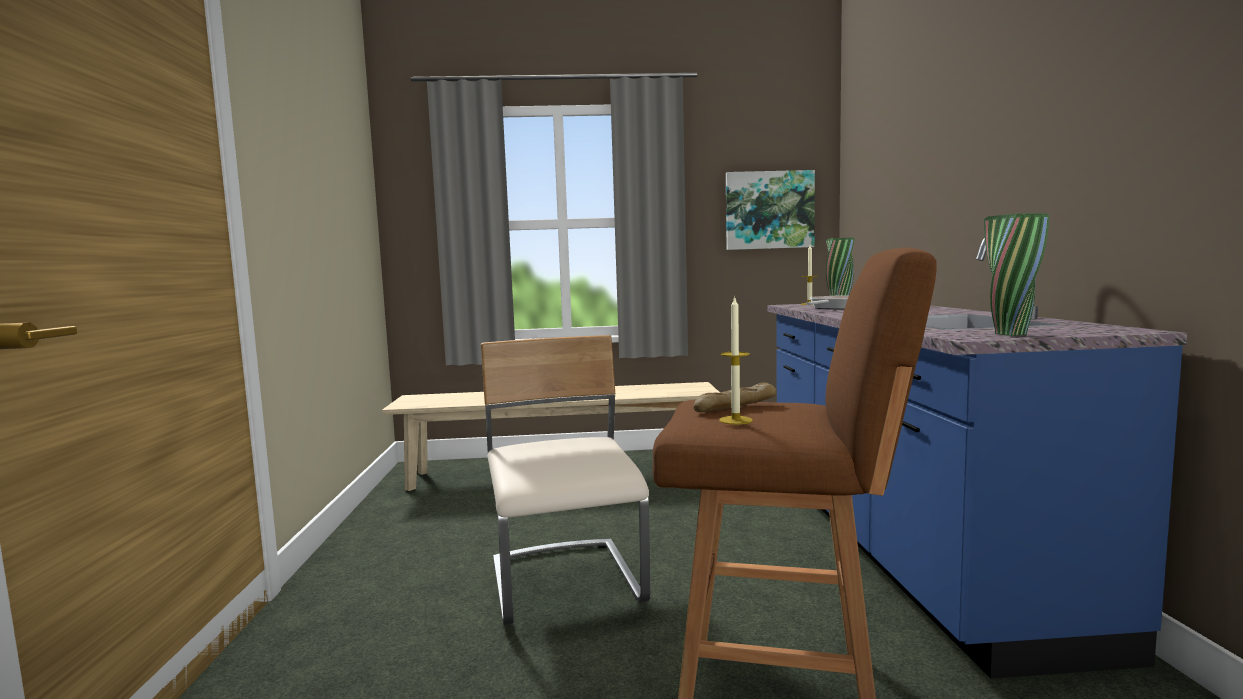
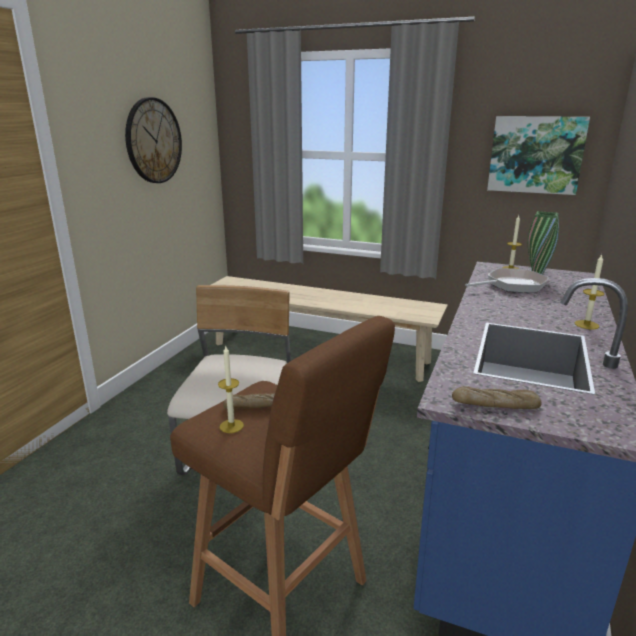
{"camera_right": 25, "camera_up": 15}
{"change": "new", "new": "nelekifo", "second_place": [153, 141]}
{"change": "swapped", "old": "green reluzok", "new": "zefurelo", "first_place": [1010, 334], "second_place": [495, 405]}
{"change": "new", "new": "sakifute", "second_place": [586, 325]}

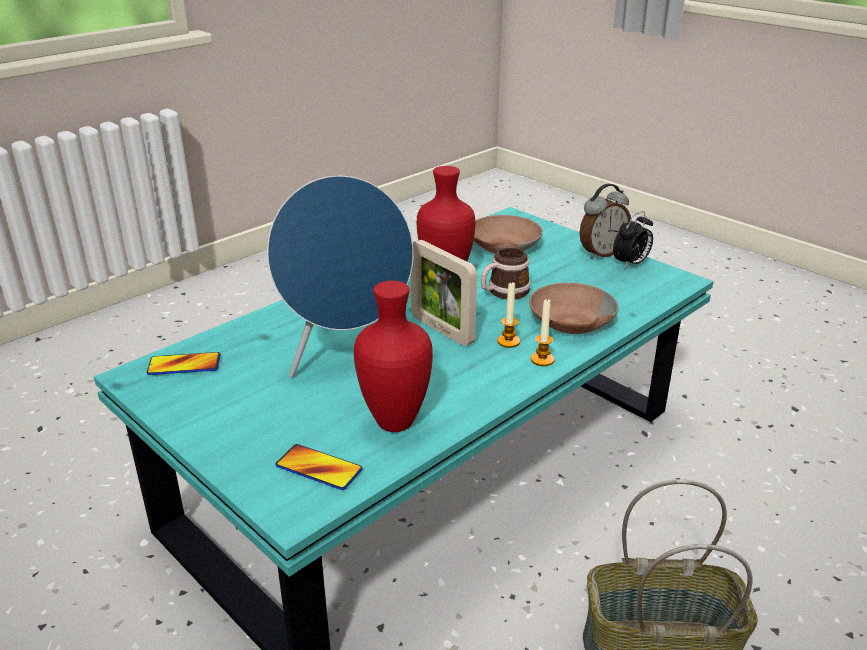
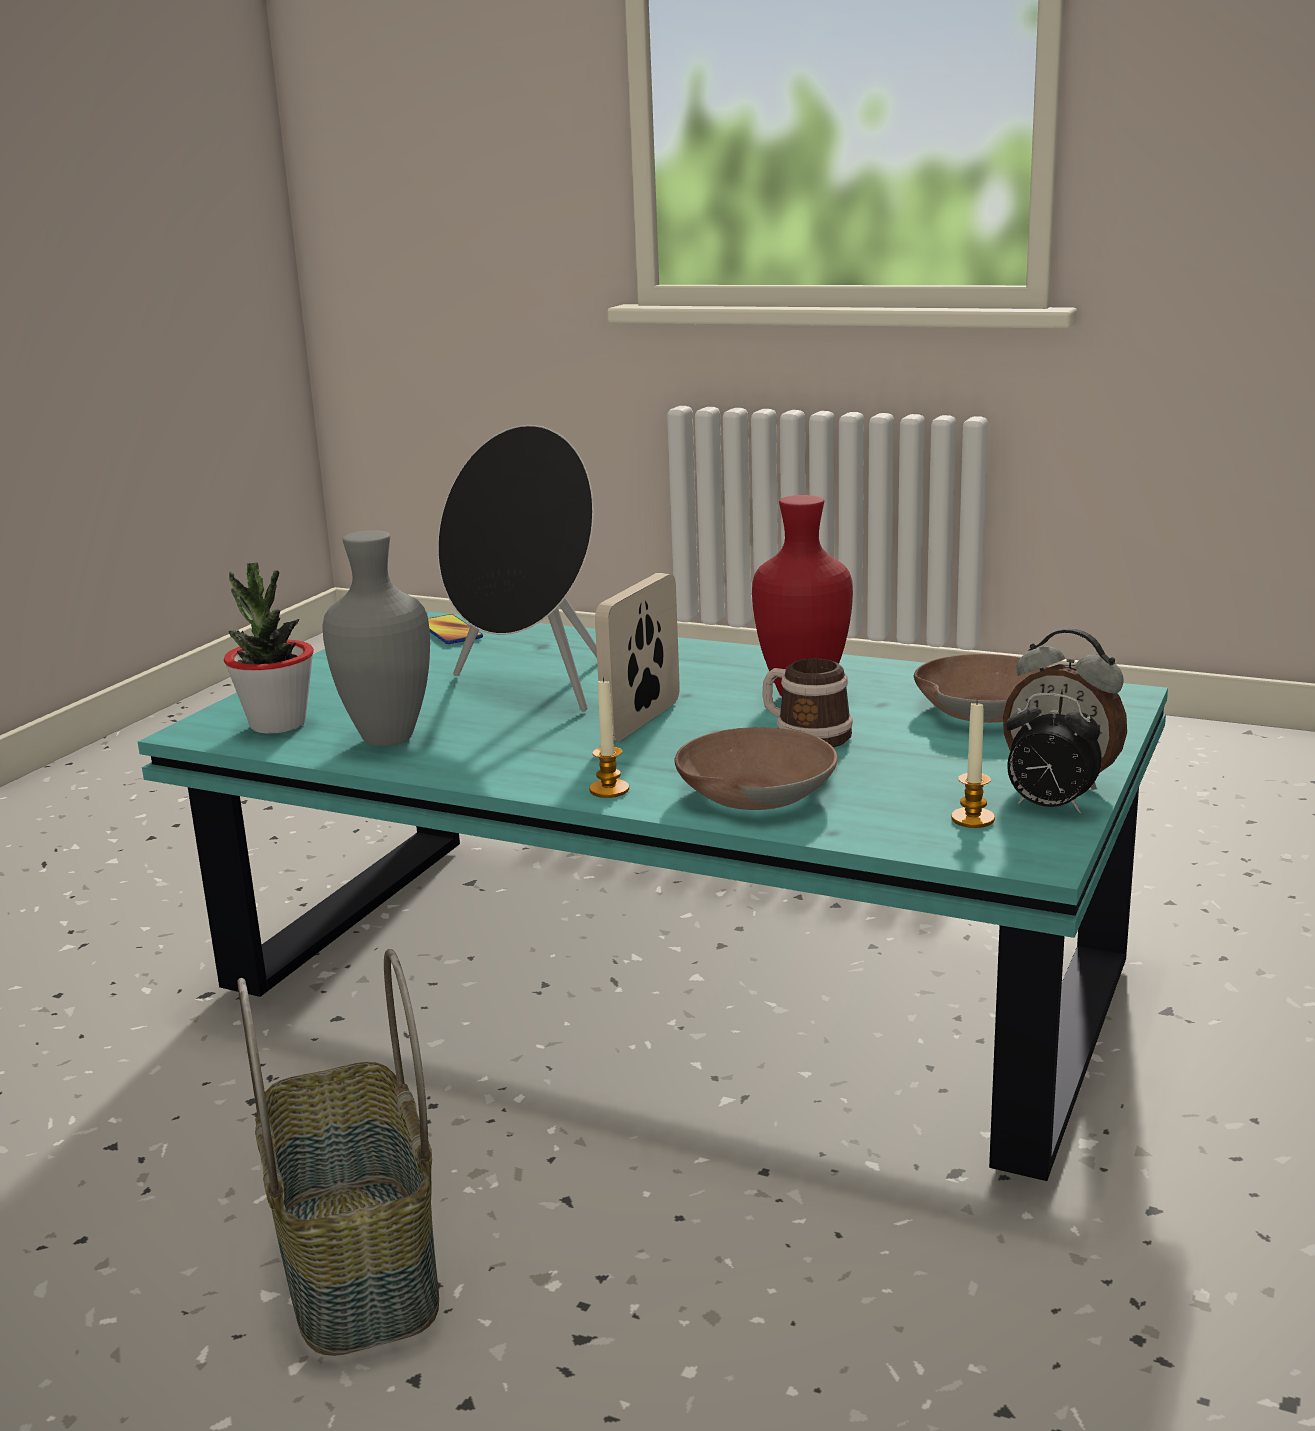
{"camera_right": 70, "camera_up": -10}
{"change": "swapped", "old": "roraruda", "new": "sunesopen", "first_place": [319, 468], "second_place": [278, 724]}
{"change": "repainted", "old": "red reluzok", "new": "grey reluzok", "first_place": [397, 422], "second_place": [390, 739]}
{"change": "repainted", "old": "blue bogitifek", "new": "black bogitifek", "first_place": [347, 353], "second_place": [533, 687]}
{"change": "shifted", "old": "sakifute", "first_place": [508, 341], "second_place": [972, 819]}

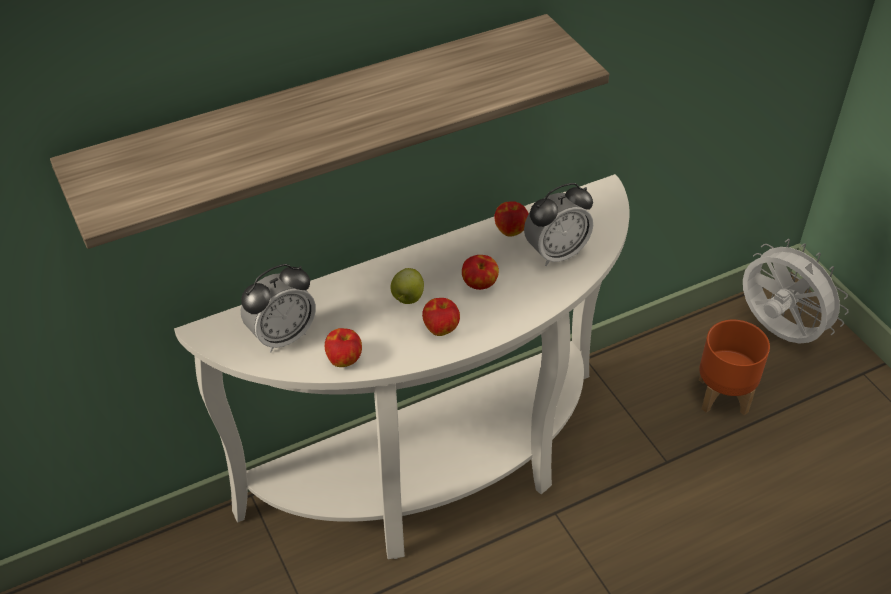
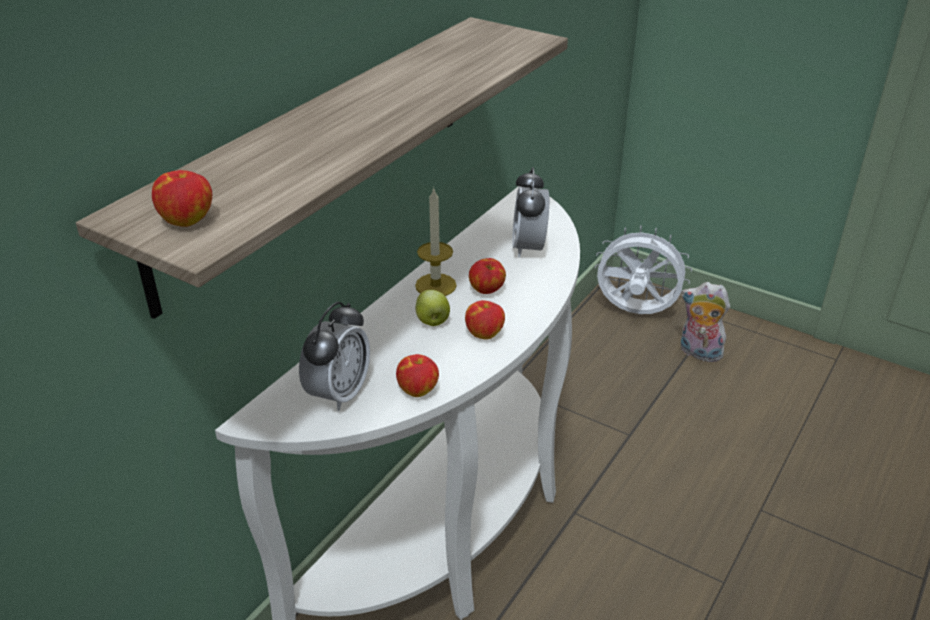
{"camera_right": -30, "camera_up": -10}
{"change": "shifted", "old": "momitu", "first_place": [511, 230], "second_place": [187, 220]}
{"change": "new", "new": "sakifute", "second_place": [435, 285]}
{"change": "rotated", "old": "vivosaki", "first_place": [556, 253], "second_place": [529, 248], "degrees": 150}
{"change": "new", "new": "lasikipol", "second_place": [698, 353]}
{"change": "gone", "old": "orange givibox", "first_place": [722, 395]}

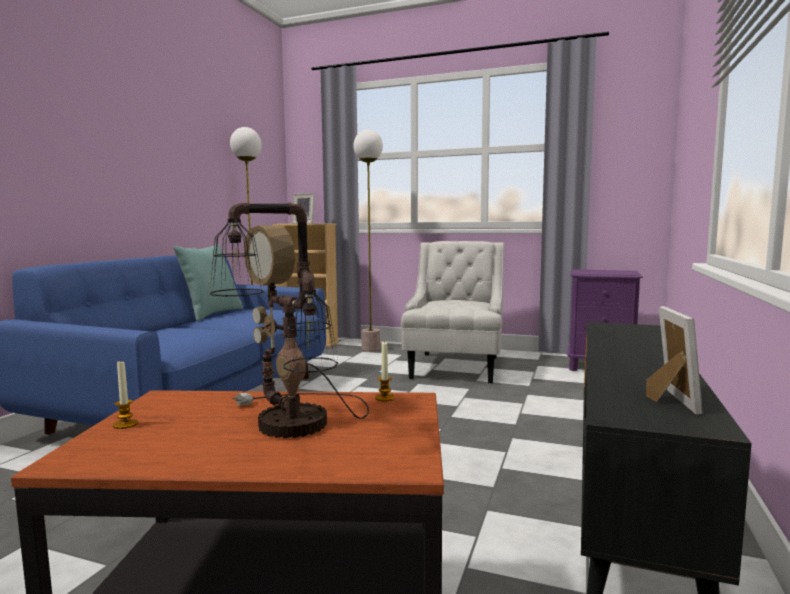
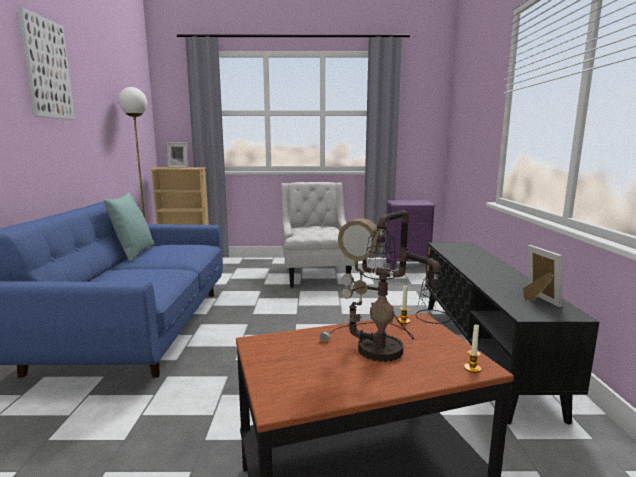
{"camera_right": -20, "camera_up": 5}
{"change": "new", "new": "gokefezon", "second_place": [47, 68]}
{"change": "shifted", "old": "sakifute", "first_place": [125, 424], "second_place": [472, 368]}
{"change": "gone", "old": "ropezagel", "first_place": [371, 349]}

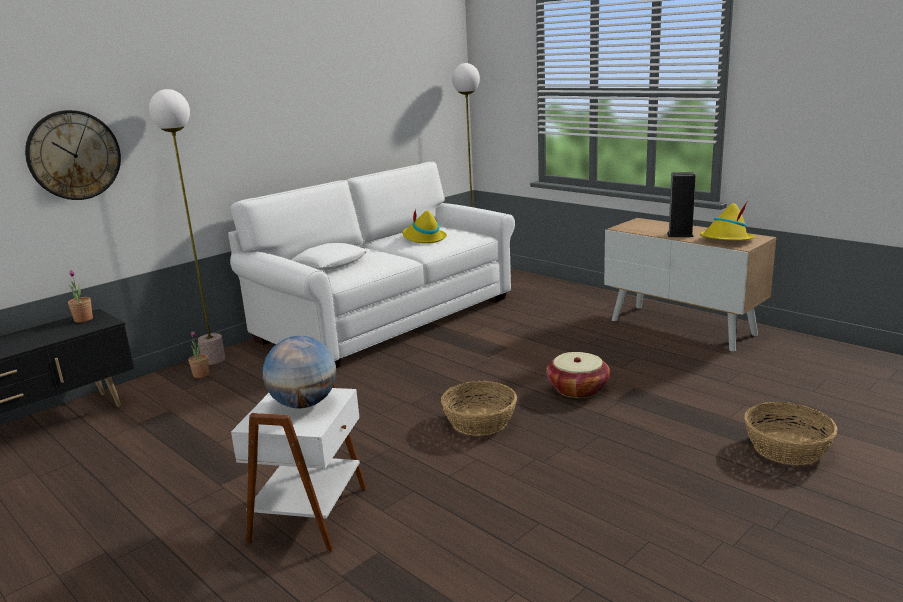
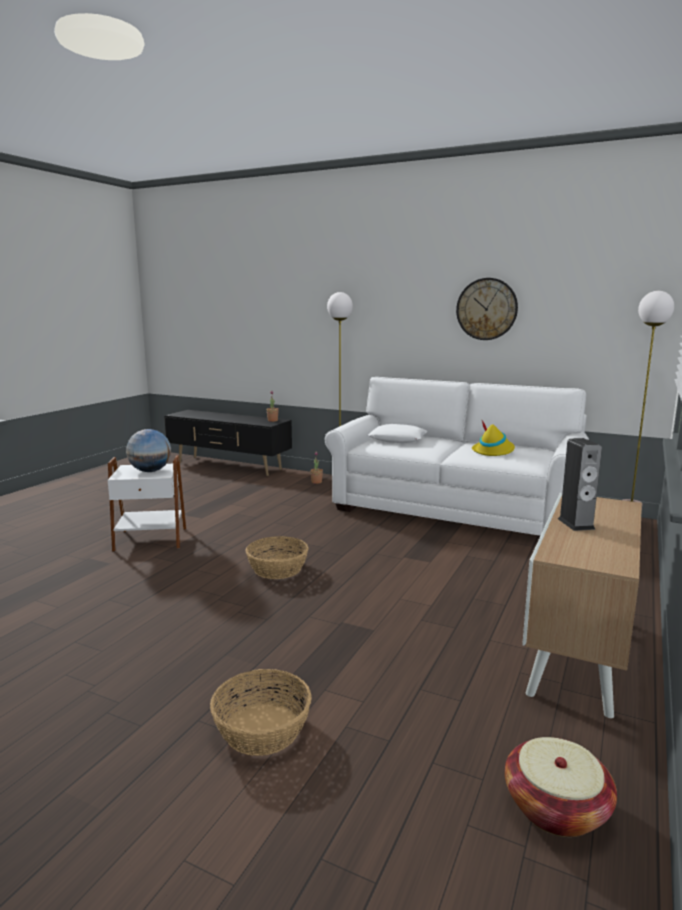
{"camera_right": 70, "camera_up": -5}
{"change": "shifted", "old": "nelekifo", "first_place": [74, 155], "second_place": [486, 309]}
{"change": "shifted", "old": "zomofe", "first_place": [577, 389], "second_place": [556, 808]}
{"change": "gone", "old": "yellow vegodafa", "first_place": [726, 240]}

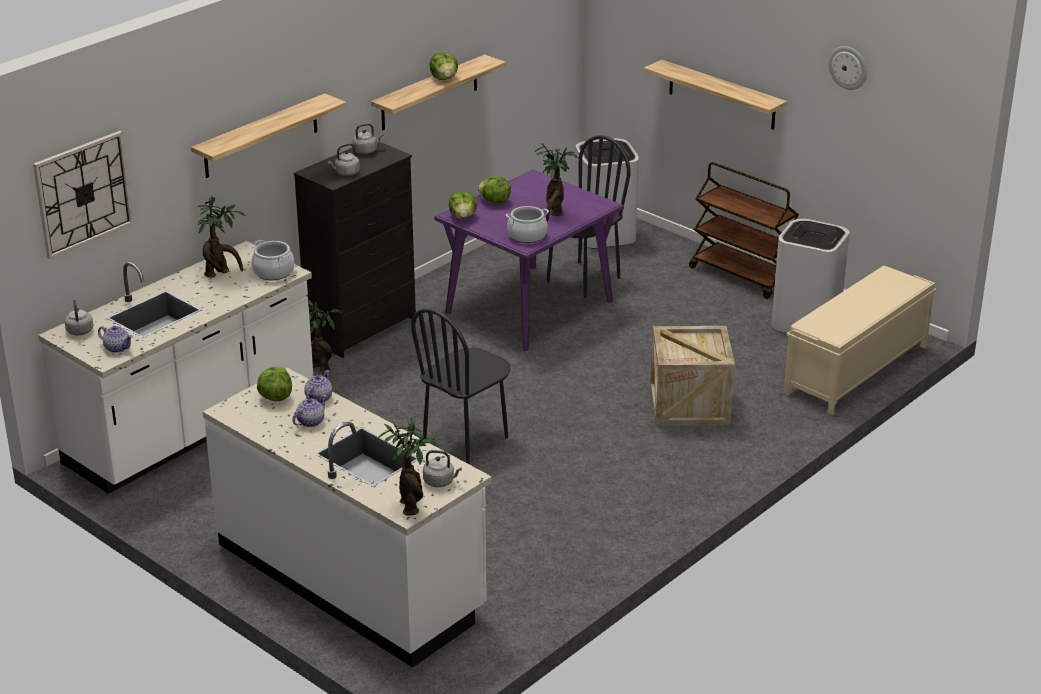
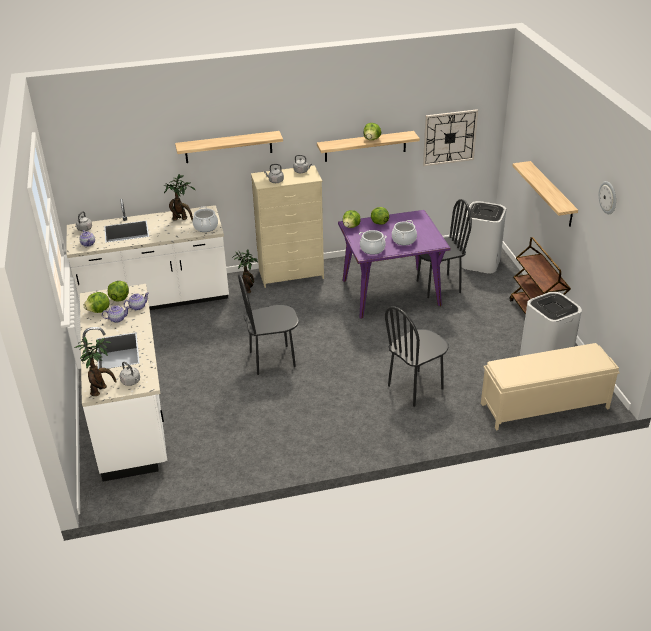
{"camera_right": 35, "camera_up": 5}
{"change": "new", "new": "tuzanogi", "second_place": [99, 311]}
{"change": "repainted", "old": "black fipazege", "new": "beige fipazege", "first_place": [363, 329], "second_place": [292, 275]}
{"change": "swapped", "old": "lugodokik", "new": "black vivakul", "first_place": [689, 405], "second_place": [415, 387]}
{"change": "swapped", "old": "sunesopen", "new": "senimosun", "first_place": [554, 213], "second_place": [404, 240]}
{"change": "shifted", "old": "nelekifo", "first_place": [83, 194], "second_place": [449, 137]}

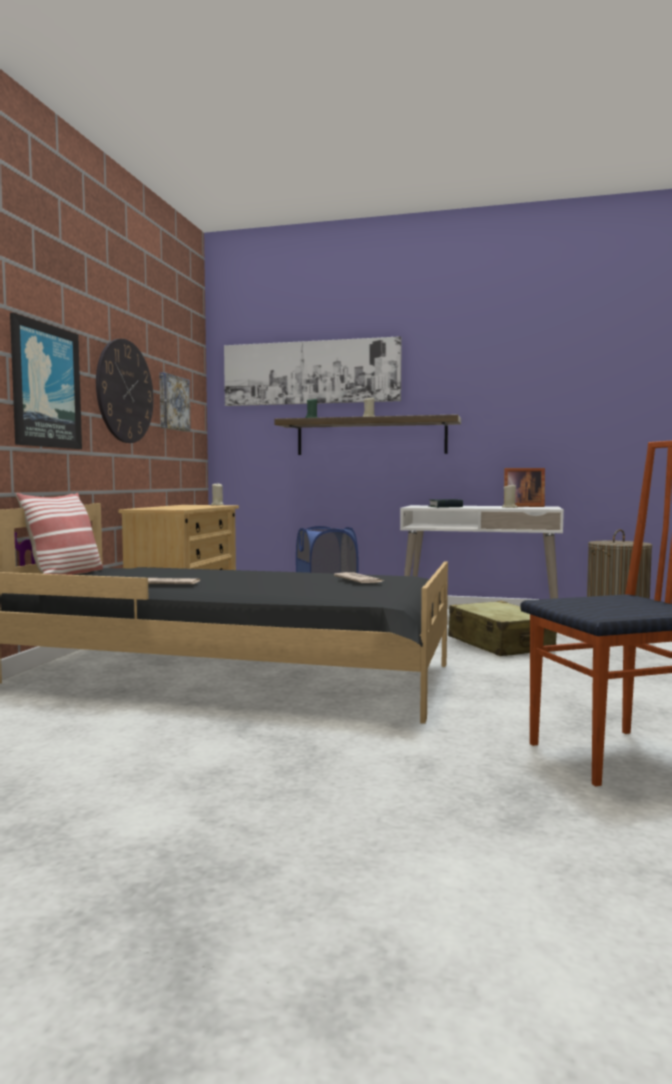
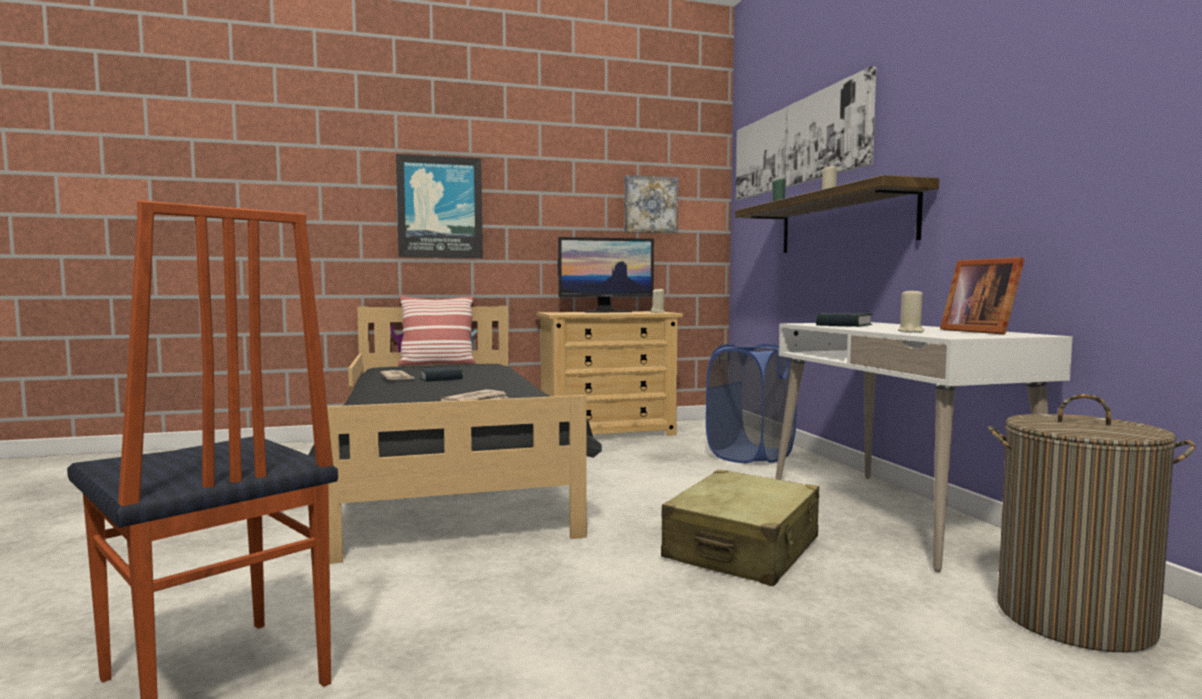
{"camera_right": 60, "camera_up": 0}
{"change": "new", "new": "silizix", "second_place": [441, 379]}
{"change": "new", "new": "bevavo", "second_place": [605, 311]}
{"change": "gone", "old": "nelekifo", "first_place": [125, 391]}

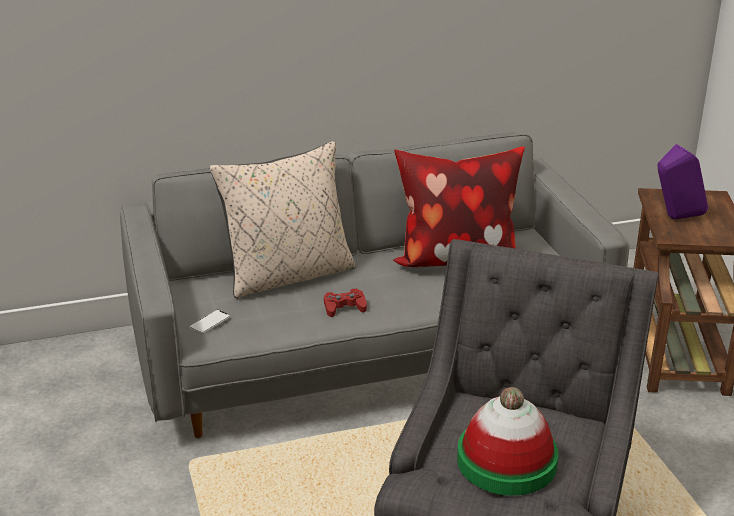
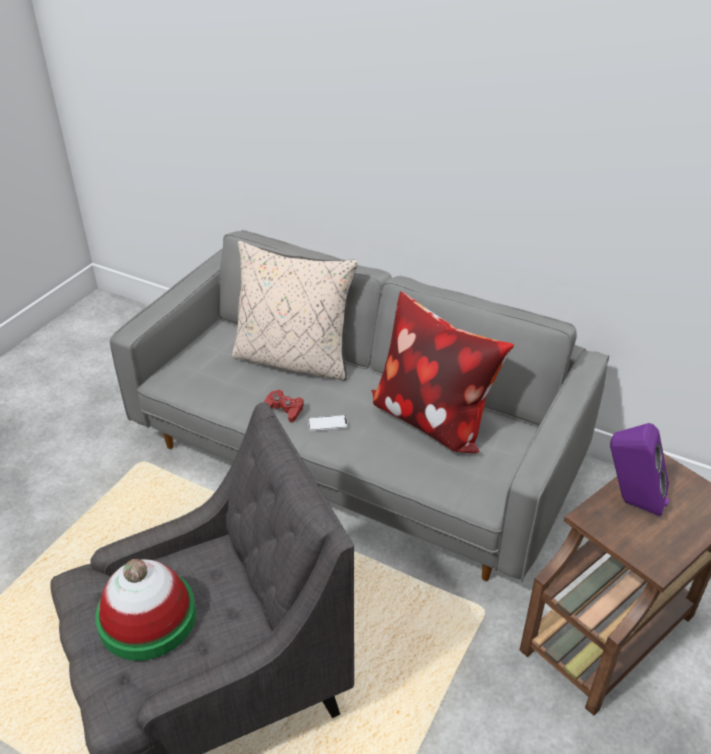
{"camera_right": 45, "camera_up": 10}
{"change": "shifted", "old": "roraruda", "first_place": [210, 322], "second_place": [327, 424]}

